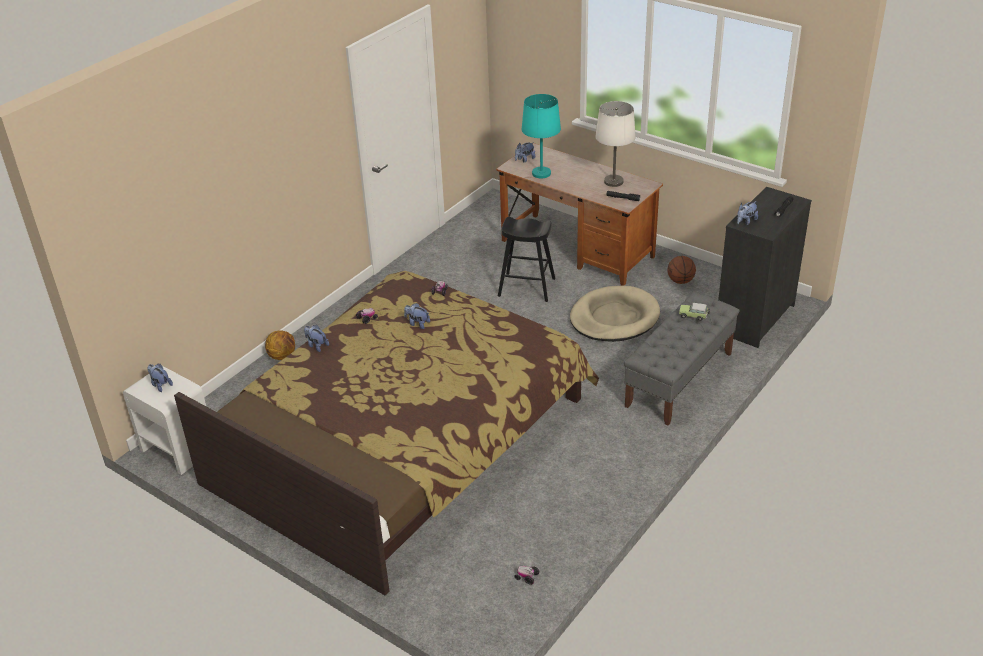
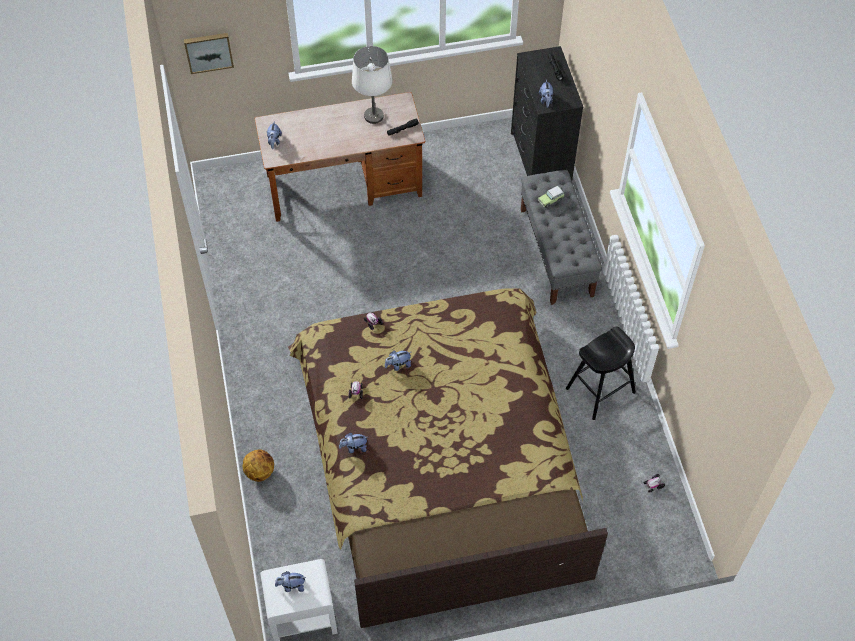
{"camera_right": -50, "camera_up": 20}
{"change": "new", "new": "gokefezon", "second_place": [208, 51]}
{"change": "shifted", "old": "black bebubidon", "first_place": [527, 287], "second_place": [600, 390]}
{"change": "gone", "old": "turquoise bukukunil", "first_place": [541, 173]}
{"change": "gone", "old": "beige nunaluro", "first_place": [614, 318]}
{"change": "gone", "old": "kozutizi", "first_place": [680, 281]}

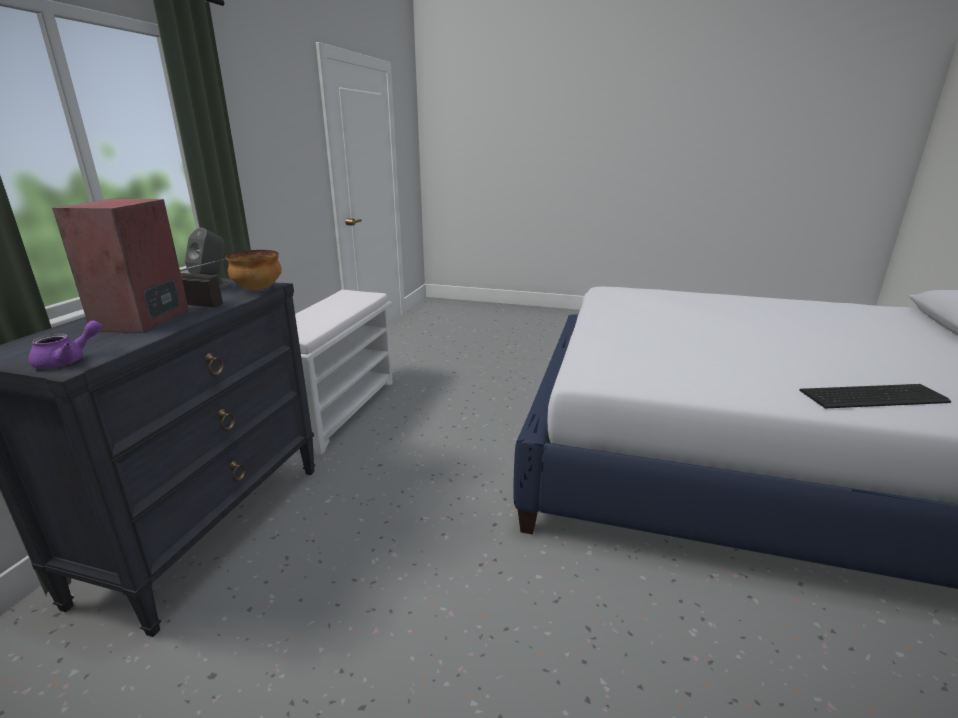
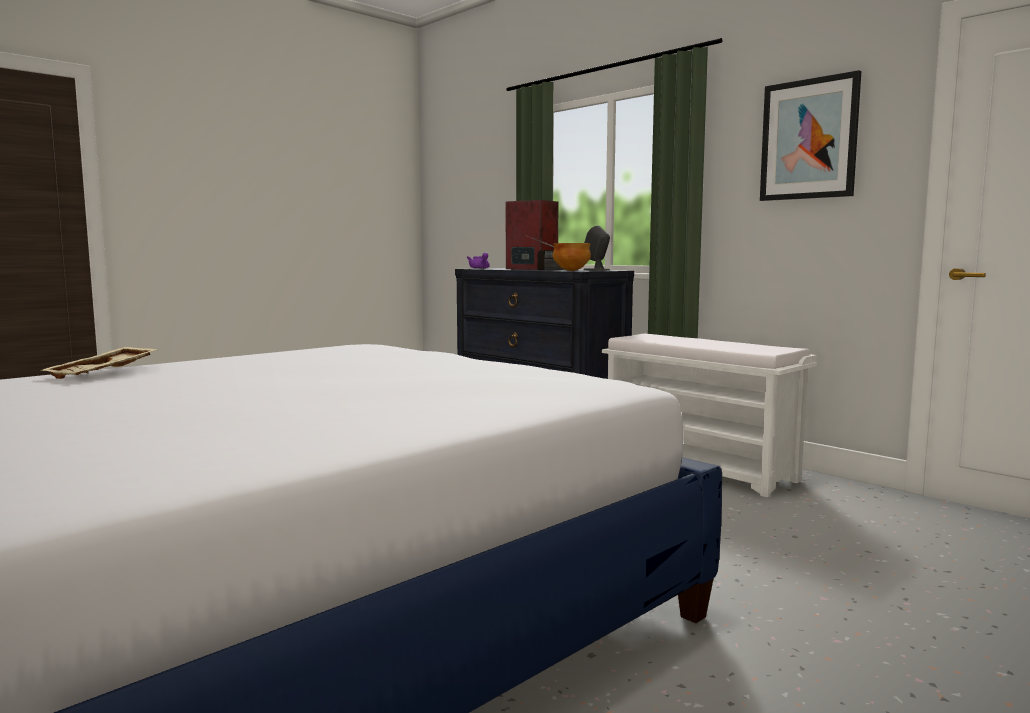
{"camera_right": 120, "camera_up": -15}
{"change": "swapped", "old": "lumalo", "new": "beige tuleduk", "first_place": [869, 395], "second_place": [104, 373]}
{"change": "new", "new": "gokefezon", "second_place": [809, 139]}

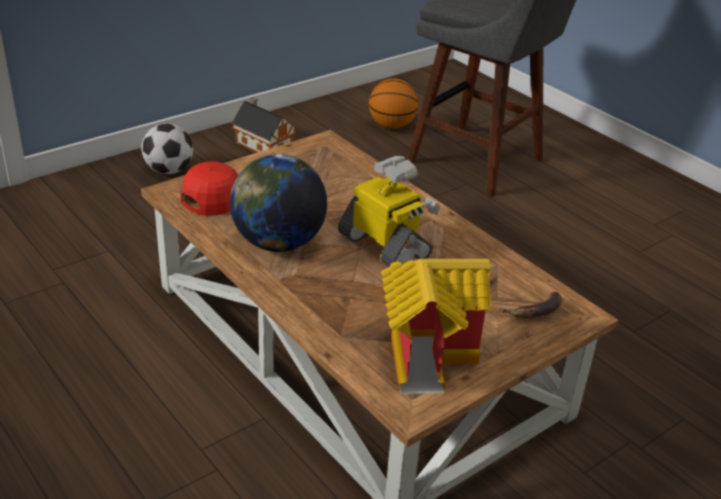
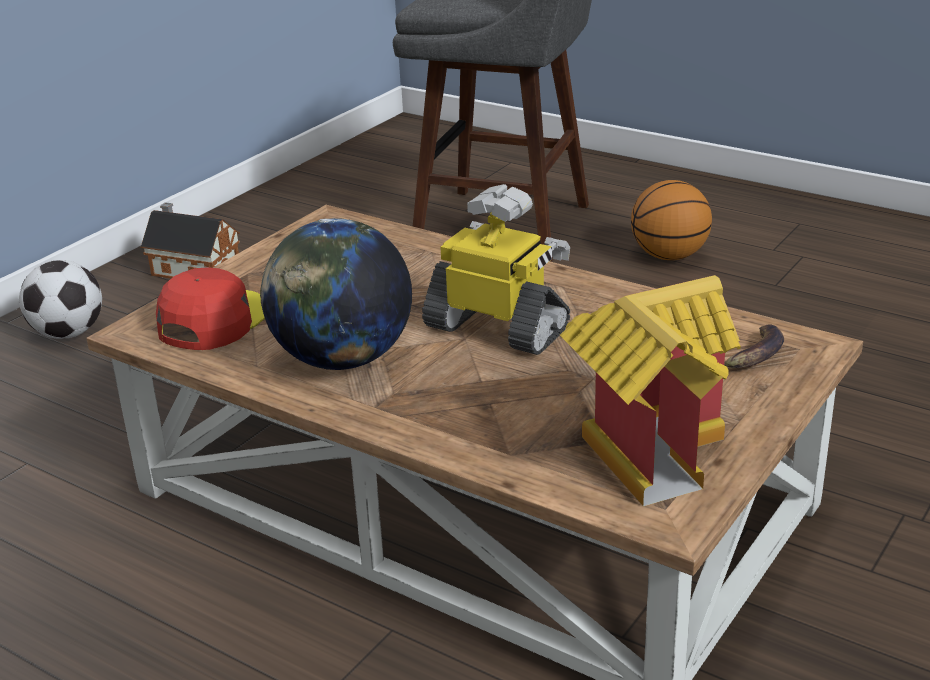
{"camera_right": -15, "camera_up": -5}
{"change": "shifted", "old": "kozutizi", "first_place": [392, 126], "second_place": [669, 256]}

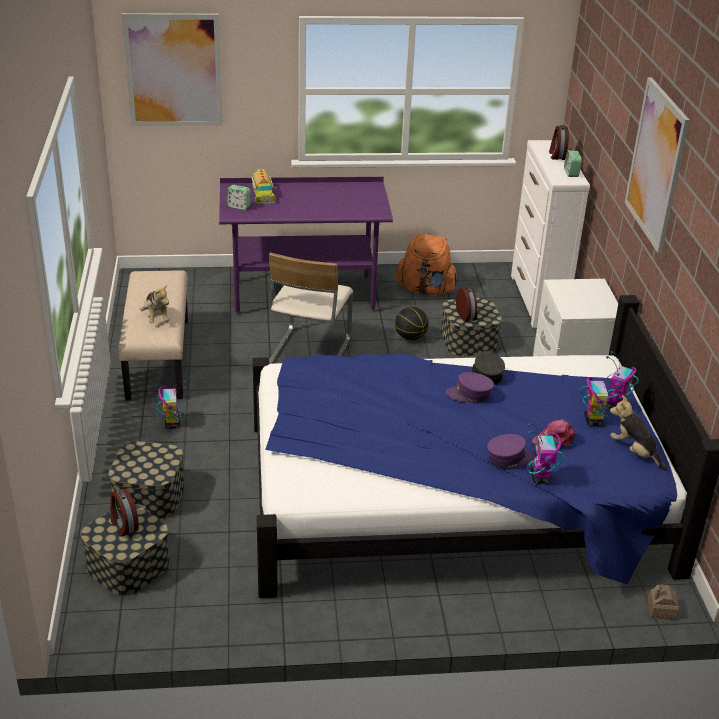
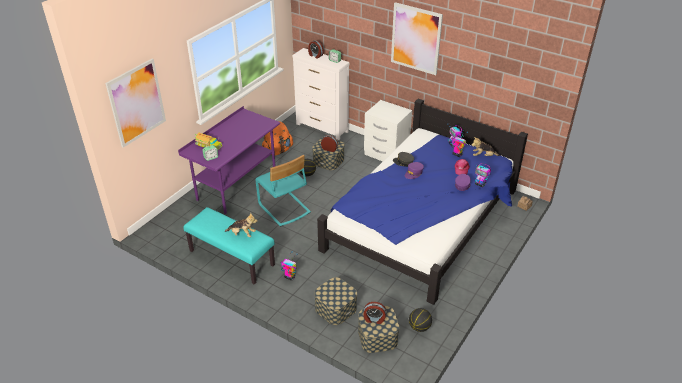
{"camera_right": -50, "camera_up": 5}
{"change": "repainted", "old": "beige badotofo", "new": "turquoise badotofo", "first_place": [157, 358], "second_place": [231, 258]}
{"change": "repainted", "old": "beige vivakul", "new": "turquoise vivakul", "first_place": [308, 353], "second_place": [284, 208]}
{"change": "new", "new": "kozutizi", "second_place": [419, 327]}

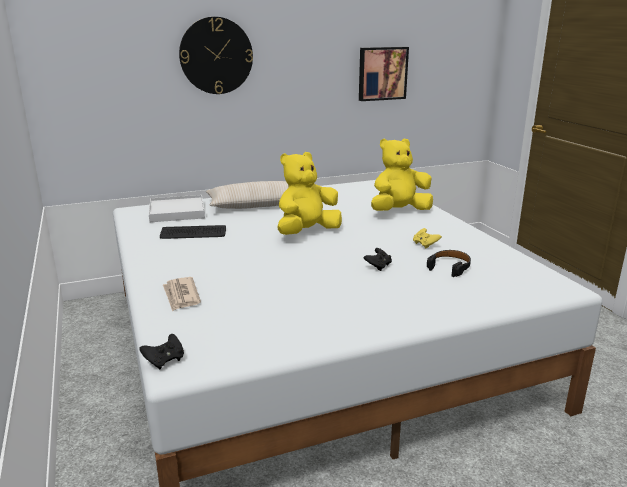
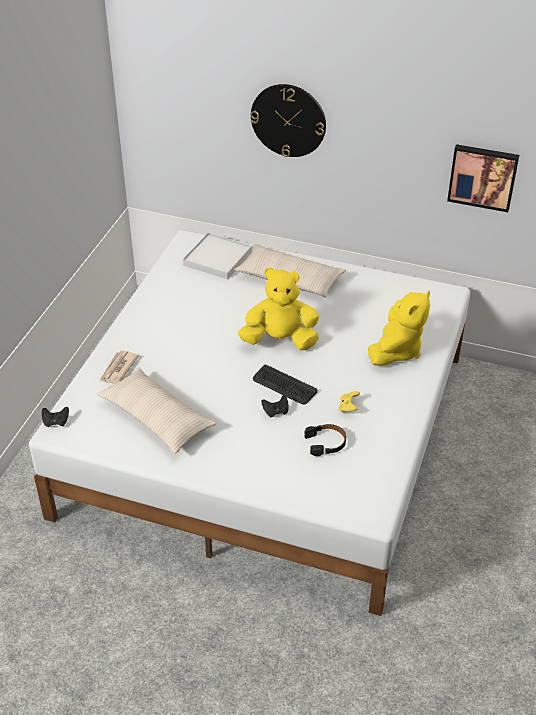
{"camera_right": 40, "camera_up": 20}
{"change": "new", "new": "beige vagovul", "second_place": [156, 418]}
{"change": "shifted", "old": "lumalo", "first_place": [193, 233], "second_place": [284, 385]}
{"change": "rotated", "old": "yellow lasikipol", "first_place": [399, 211], "second_place": [396, 351], "degrees": 105}

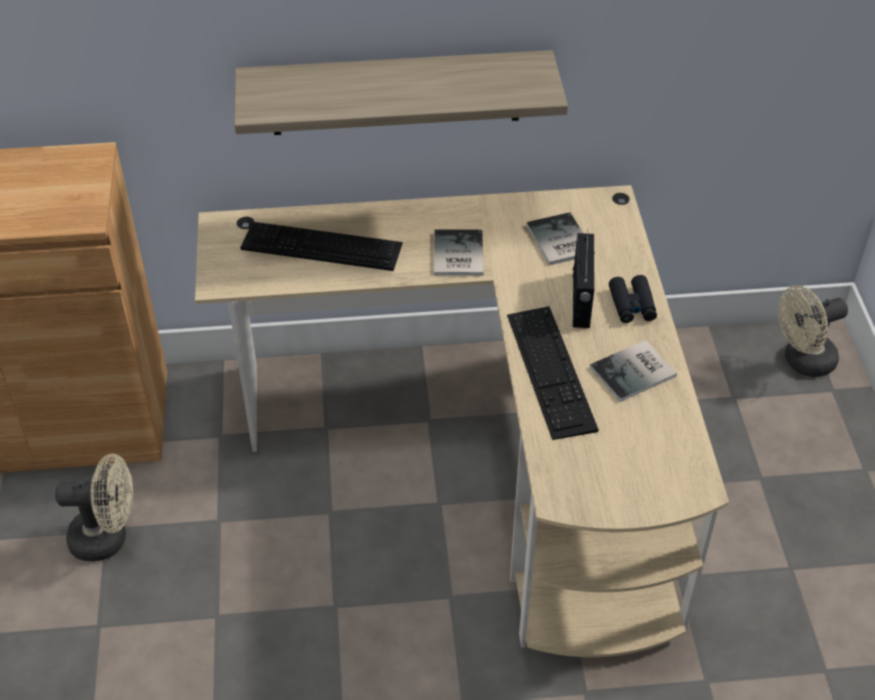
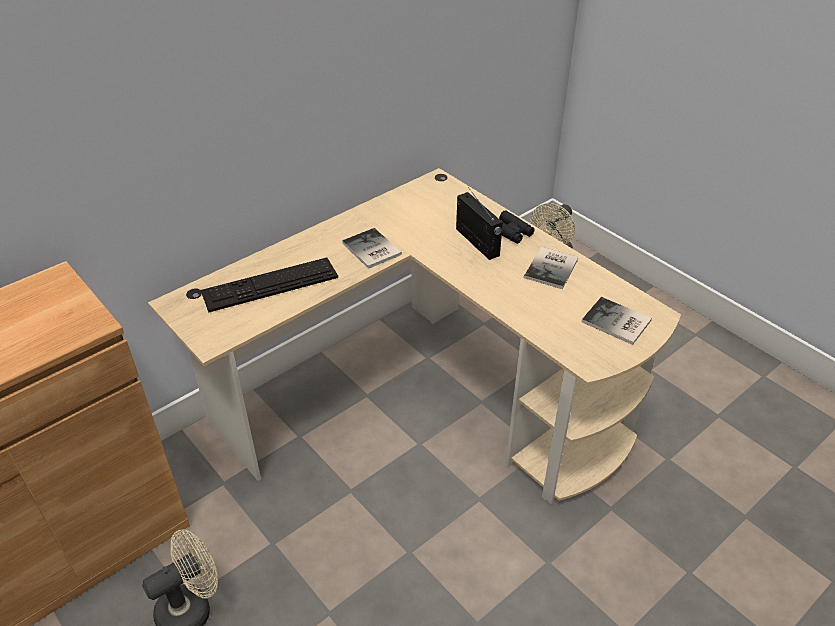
{"camera_right": -35, "camera_up": -5}
{"change": "shifted", "old": "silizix", "first_place": [558, 241], "second_place": [617, 323]}
{"change": "gone", "old": "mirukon", "first_place": [396, 93]}
{"change": "gone", "old": "lumalo", "first_place": [550, 371]}

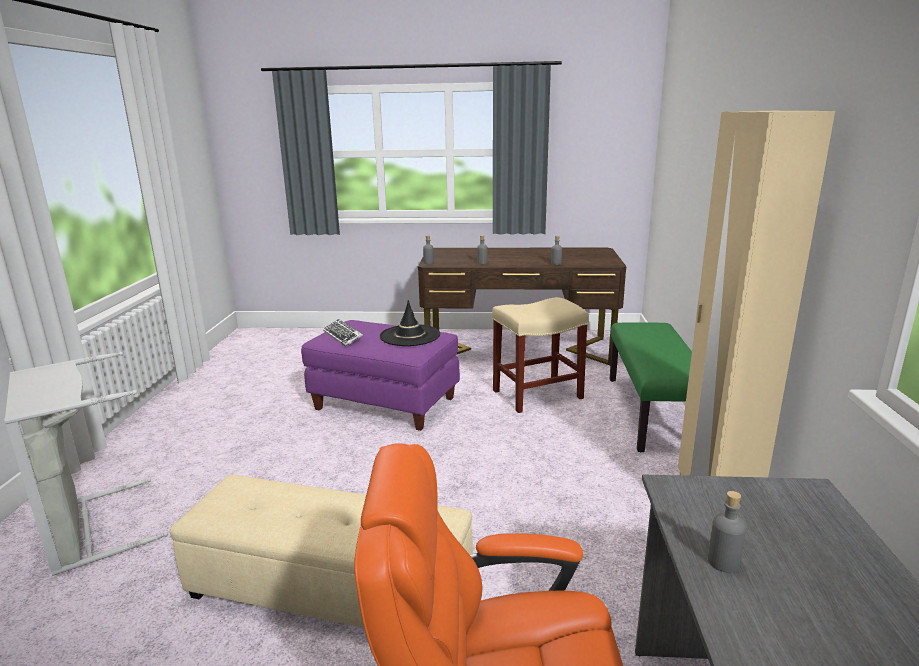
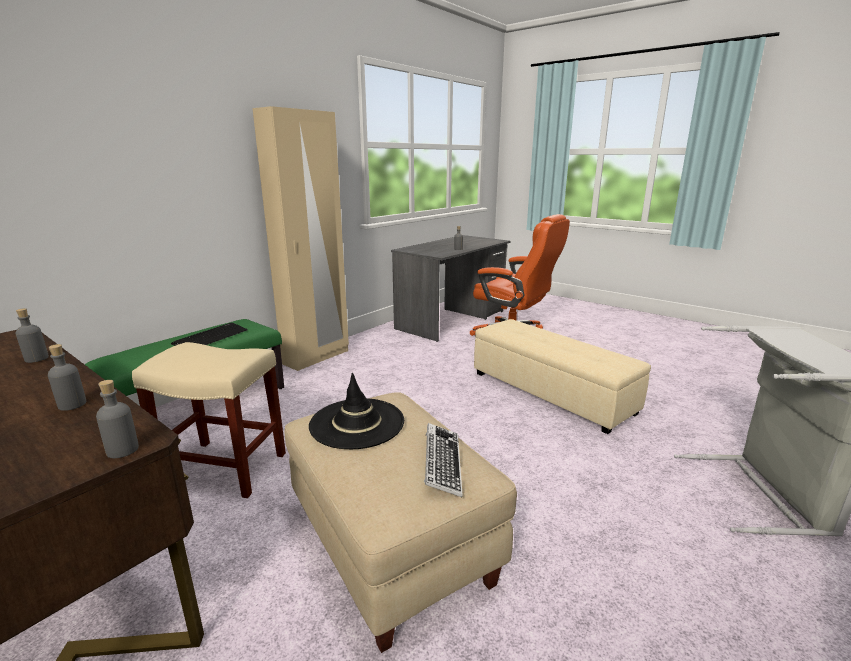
{"camera_right": -145, "camera_up": 0}
{"change": "new", "new": "lumalo", "second_place": [211, 337]}
{"change": "repainted", "old": "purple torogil", "new": "beige torogil", "first_place": [385, 403], "second_place": [389, 545]}

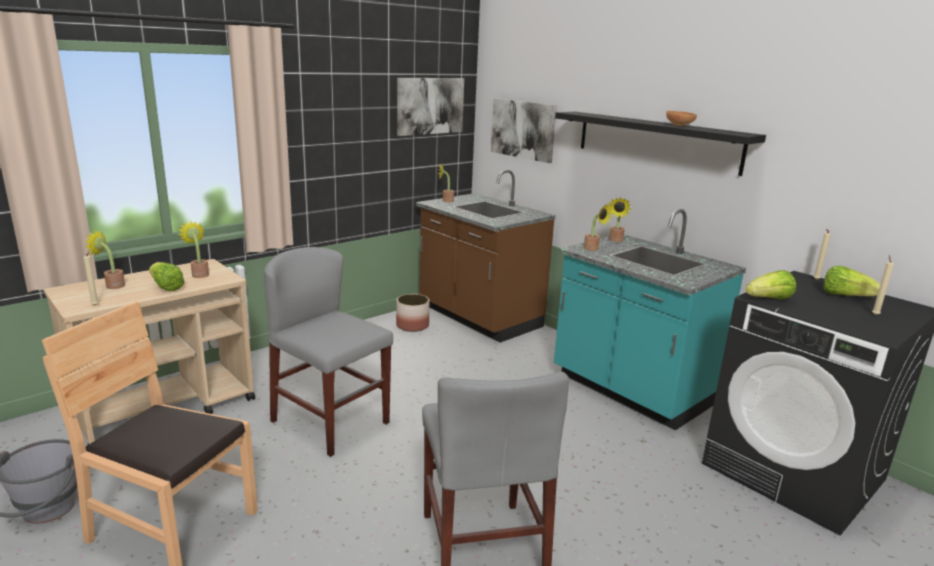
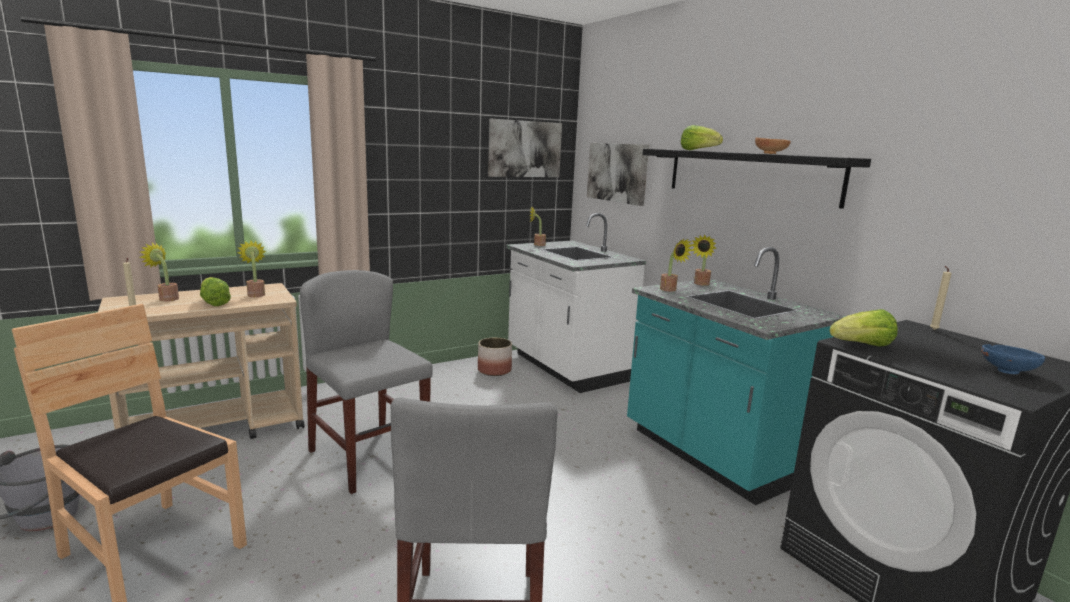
{"camera_right": 10, "camera_up": -5}
{"change": "repainted", "old": "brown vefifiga", "new": "white vefifiga", "first_place": [478, 318], "second_place": [565, 367]}
{"change": "shifted", "old": "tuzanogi", "first_place": [845, 296], "second_place": [698, 150]}
{"change": "swapped", "old": "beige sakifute", "new": "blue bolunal", "first_place": [874, 314], "second_place": [1007, 371]}

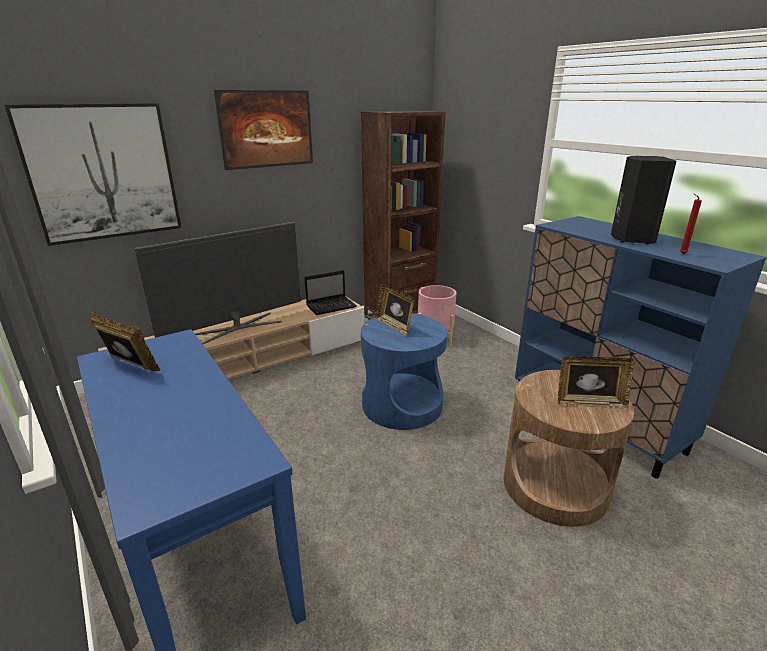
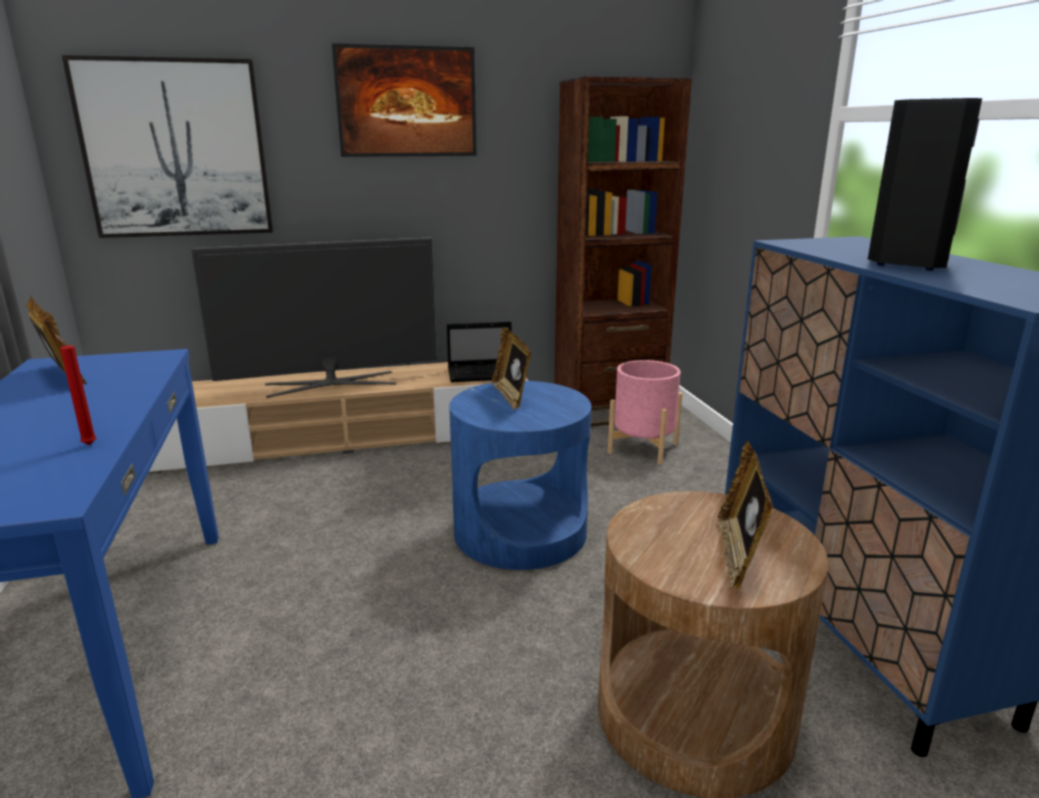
{"camera_right": 20, "camera_up": -5}
{"change": "shifted", "old": "red sakifute", "first_place": [681, 254], "second_place": [88, 444]}
{"change": "rotated", "old": "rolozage", "first_place": [589, 403], "second_place": [738, 555], "degrees": 75}

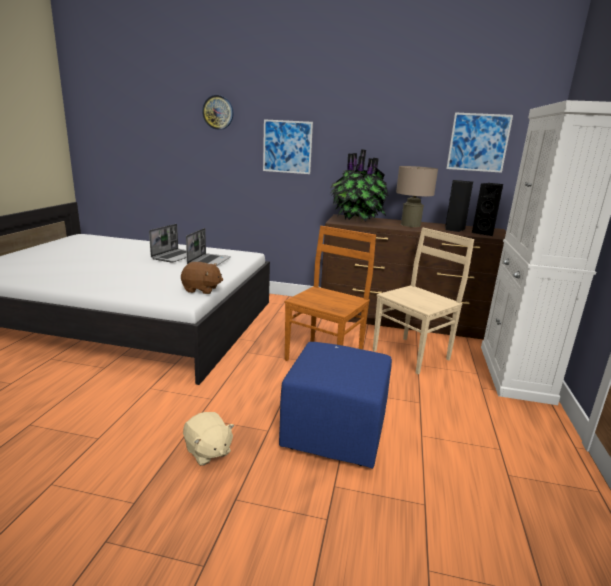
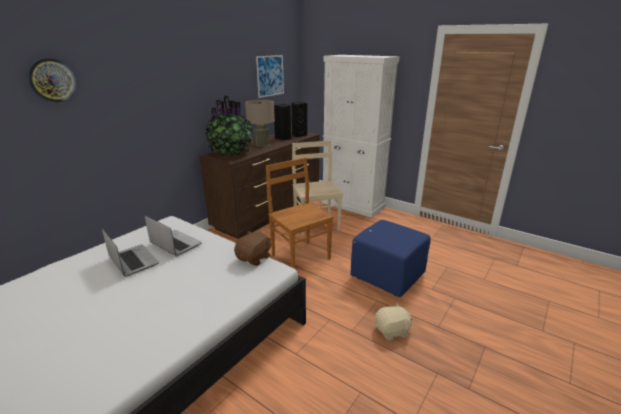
{"camera_right": -65, "camera_up": 5}
{"change": "gone", "old": "gokefezon", "first_place": [287, 147]}

